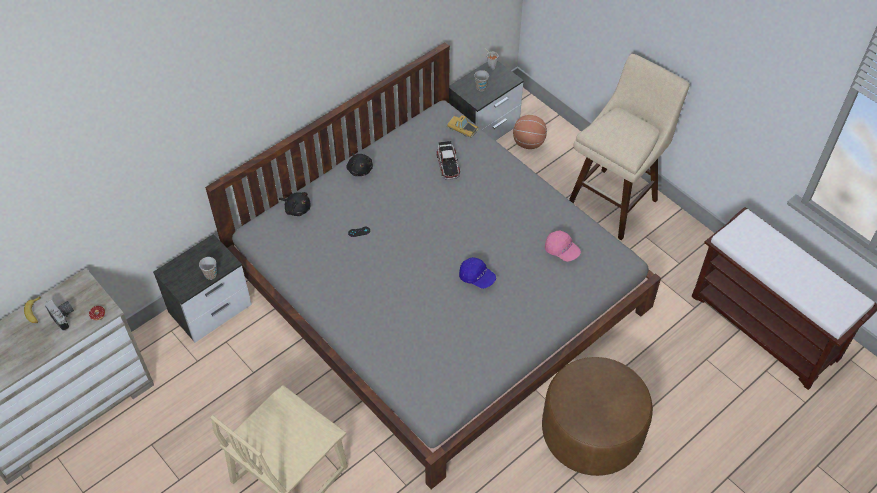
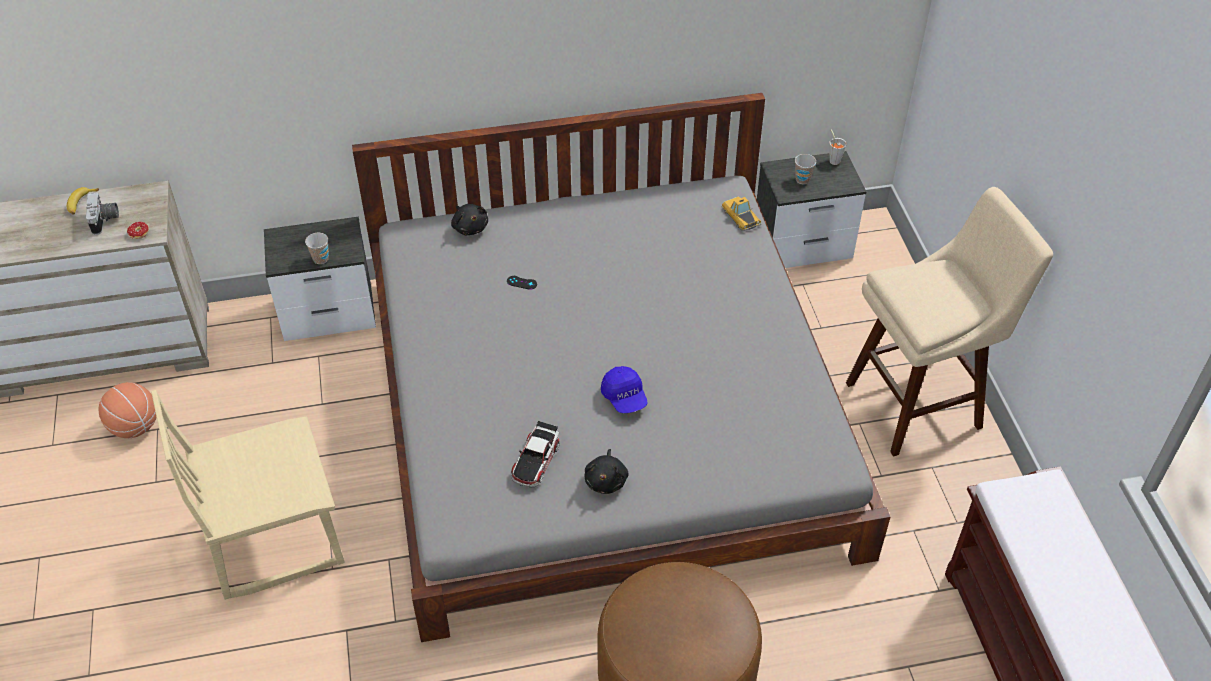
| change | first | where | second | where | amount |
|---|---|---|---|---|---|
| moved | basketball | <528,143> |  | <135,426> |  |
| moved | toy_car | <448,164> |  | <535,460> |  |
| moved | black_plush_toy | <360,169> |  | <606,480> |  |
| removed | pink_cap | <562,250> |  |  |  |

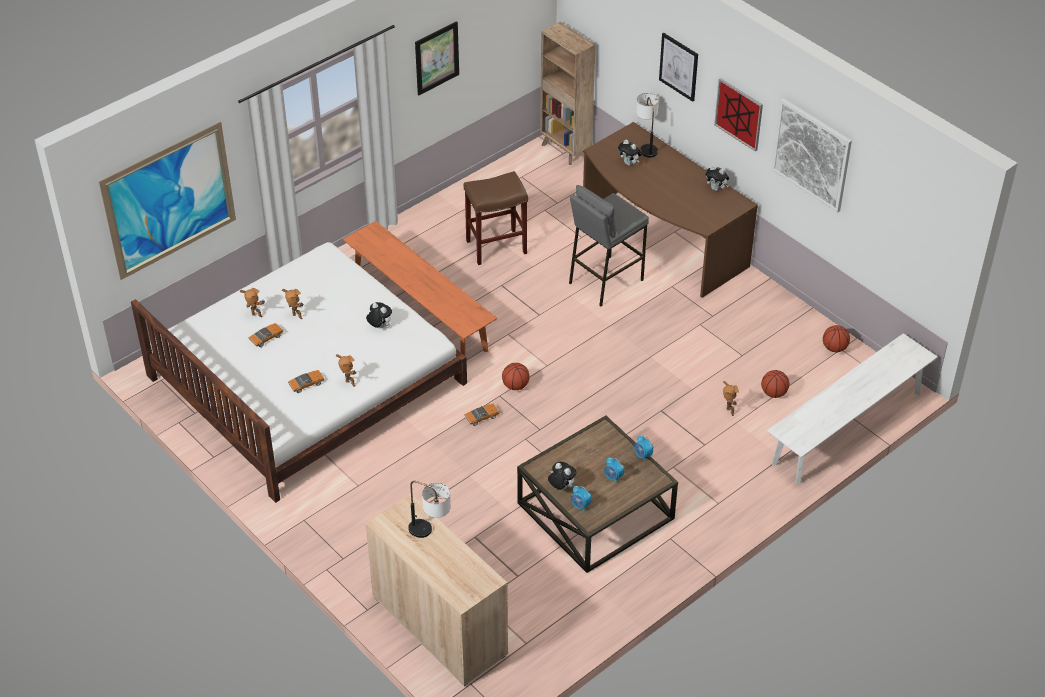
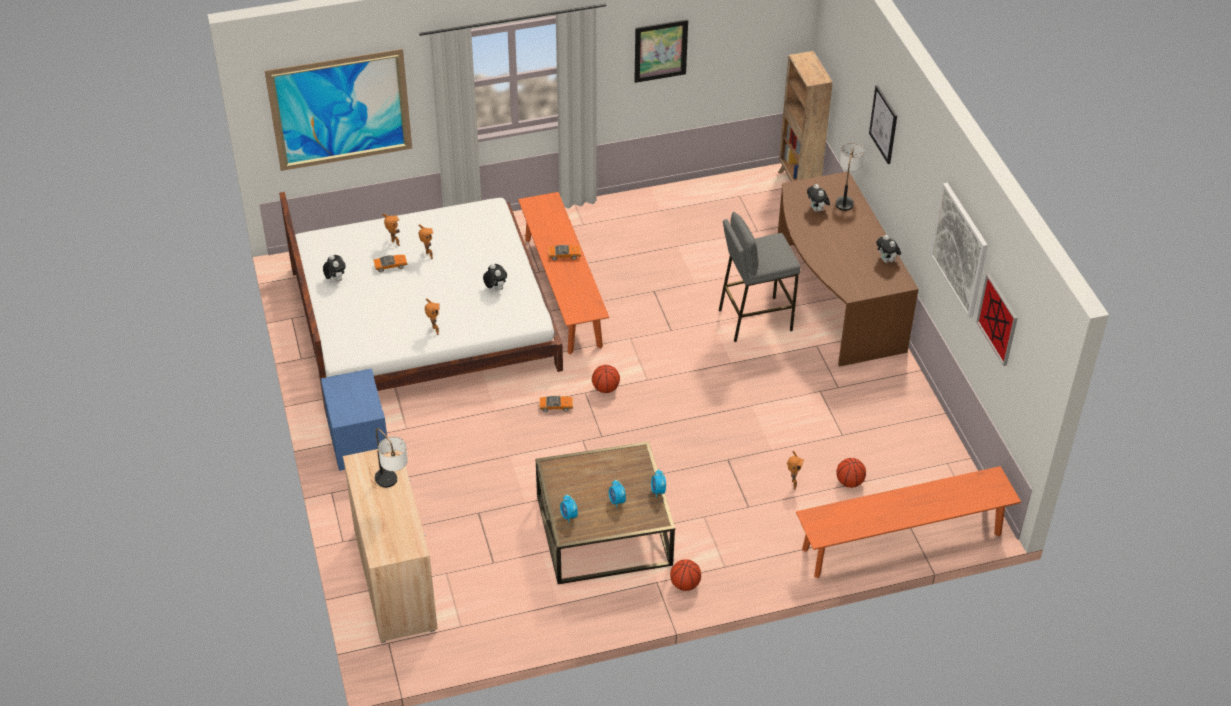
| change | first | where | second | where | amount |
|---|---|---|---|---|---|
| moved | picture | <739,114> |  | <998,319> |  |
| removed | brown_stool | <497,246> |  |  |  |
| moved | basketball | <834,348> |  | <685,584> |  |
| recoloured | white_bench | <847,428> | orange_bench | <902,542> |  |
| moved | toy_car | <306,384> |  | <564,255> |  |
| moved | plush_toy | <561,487> |  | <335,279> |  |
| added |  |  | blue_nightstand | <358,440> |  |

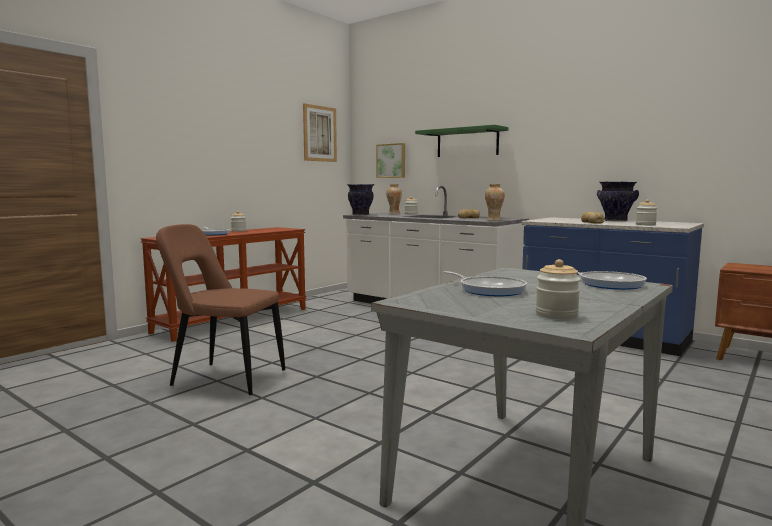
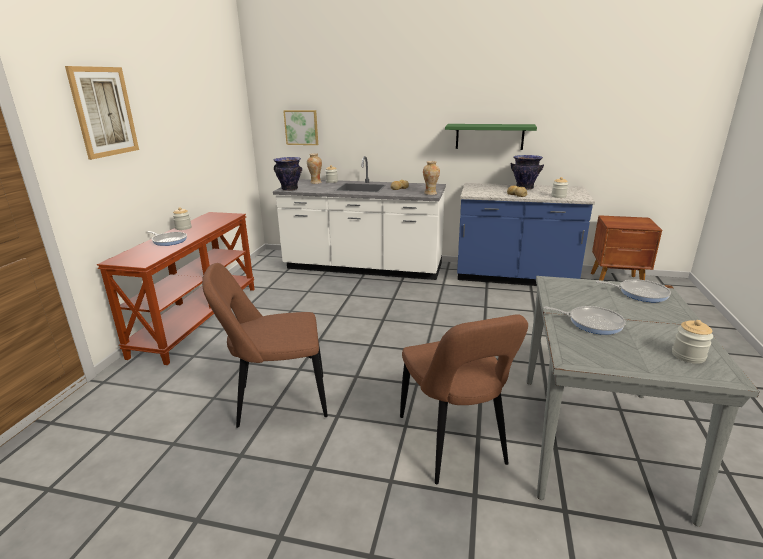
| change | first | where | second | where | amount |
|---|---|---|---|---|---|
| moved | picture | <319,133> |  | <104,112> |  |
| moved | green_shelf | <467,143> |  | <489,136> |  |
| added |  |  | brown_chair | <453,444> |  |

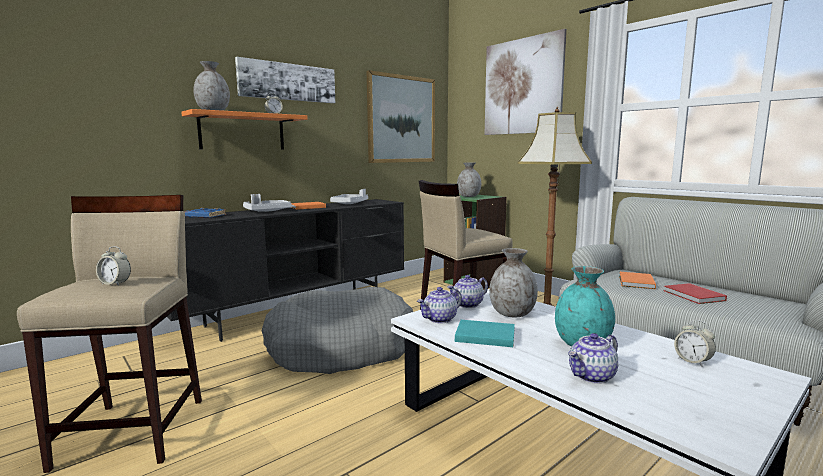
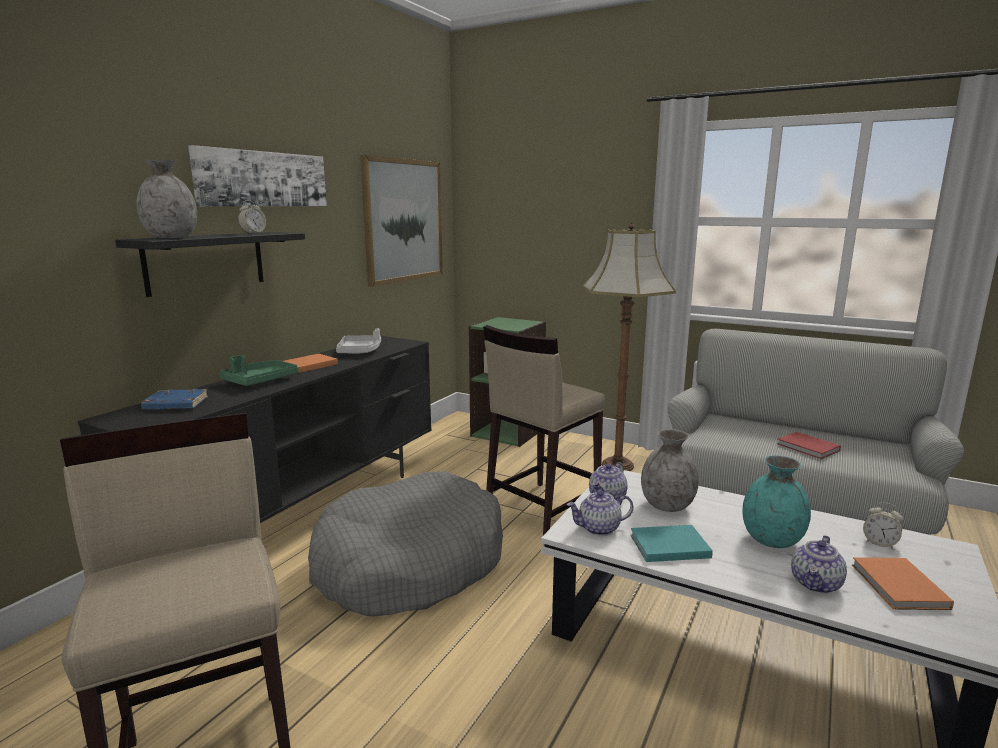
| change | first | where | second | where | amount |
|---|---|---|---|---|---|
| removed | picture | <522,87> |  |  |  |
| recoloured | orange_shelf | <242,132> | black_shelf | <206,262> |  |
| removed | grey_vase | <468,196> |  |  |  |
| recoloured | grey_tray | <267,211> | green_tray | <260,381> |  |
| removed | alarm_clock | <115,284> |  |  |  |
| moved | orange_book | <635,282> |  | <899,587> |  |
| turned | teapot | <440,319> |  | <599,529> | 45 degrees clockwise |

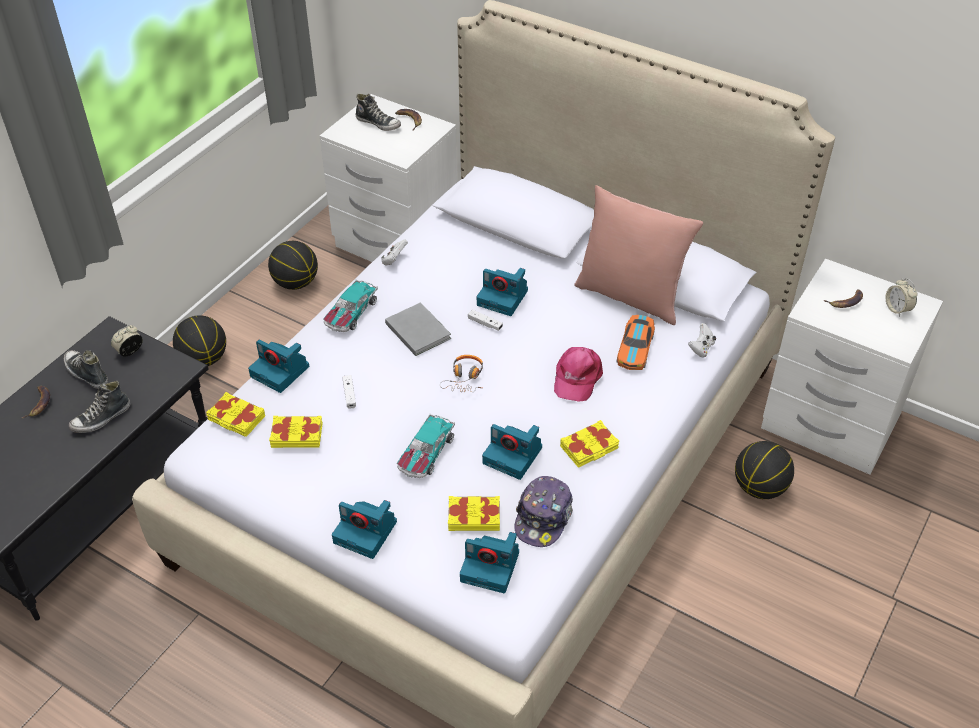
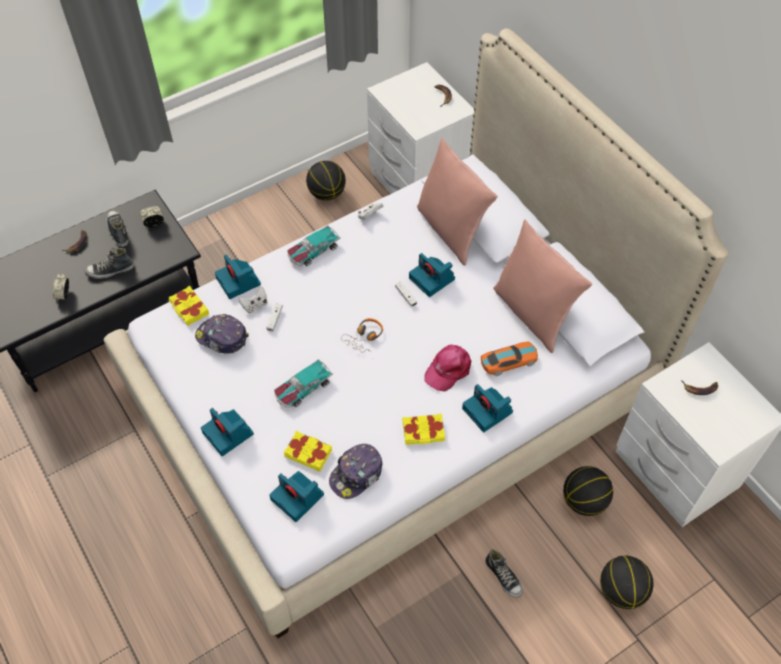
| change | first | where | second | where | amount |
|---|---|---|---|---|---|
| moved | shoe | <378,123> |  | <503,577> |  |
| moved | alarm_clock | <897,309> |  | <64,295> |  |
| removed | grey_book | <418,330> |  |  |  |
| moved | basketball | <203,359> |  | <621,591> |  |
| turned | toy_car | <635,348> |  | <508,361> | 150 degrees counterclockwise |
| moved | white_game_controller | <701,348> |  | <255,305> |  |
| replaced | yellow_book | <297,435> | cap | <222,338> |  |
| moved | photo_camera | <514,455> |  | <488,411> |  |
| added |  |  | pink_pillow | <451,230> |  |

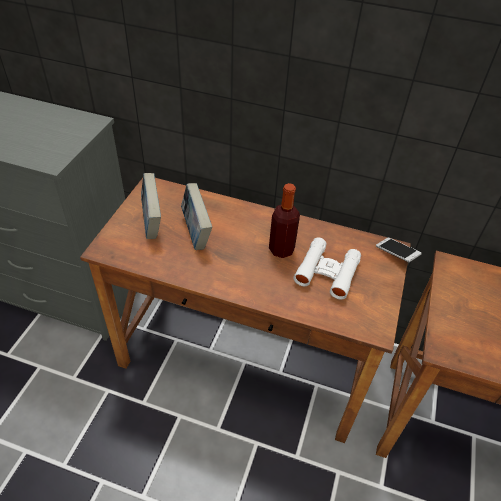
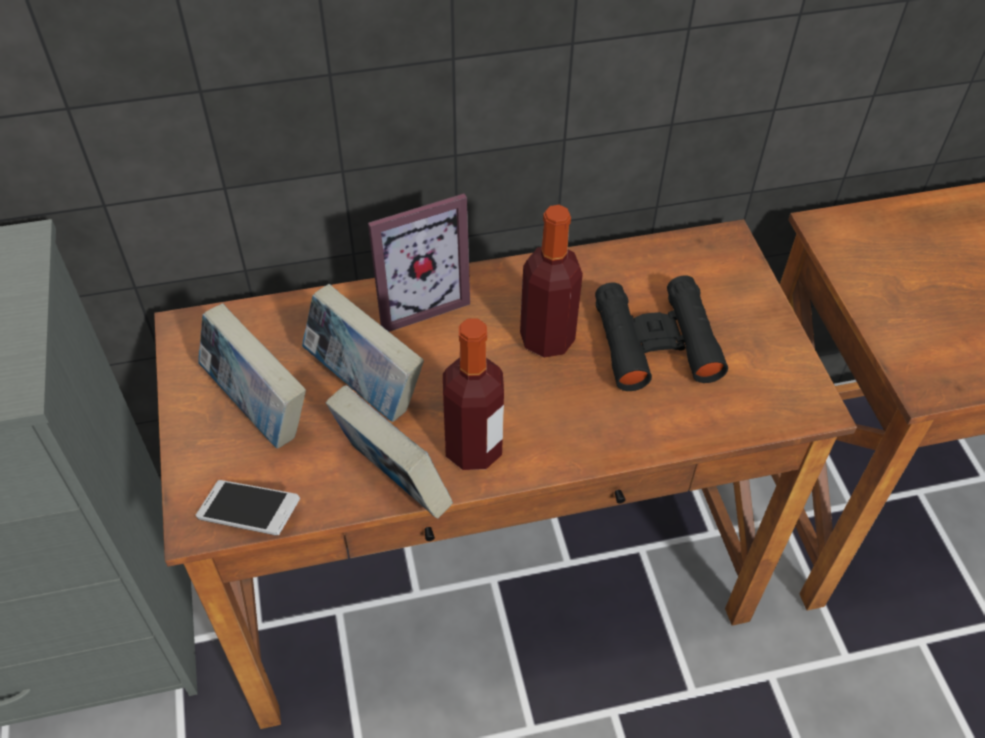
| change | first | where | second | where | amount |
|---|---|---|---|---|---|
| recoloured | white_binoculars | <327,272> | black_binoculars | <656,342> |  |
| moved | phone | <396,254> |  | <250,515> |  |
| added |  |  | picture_frame | <416,300> |  |
| added |  |  | bottle | <473,449> |  |
| added |  |  | book | <392,481> |  |

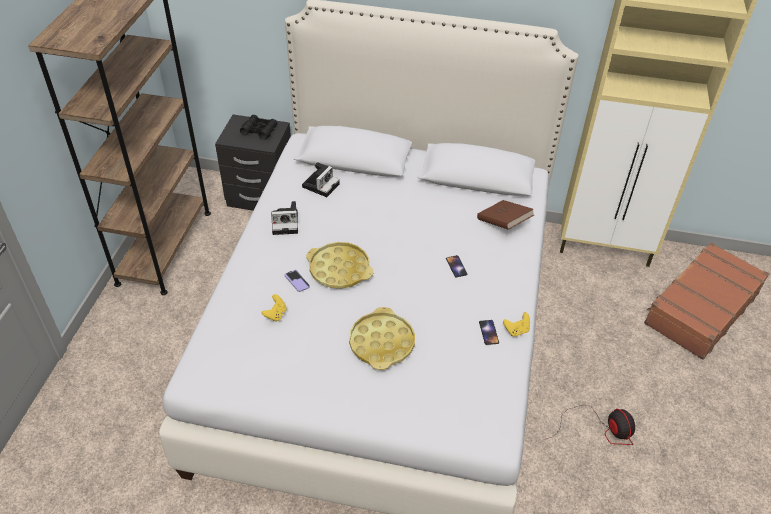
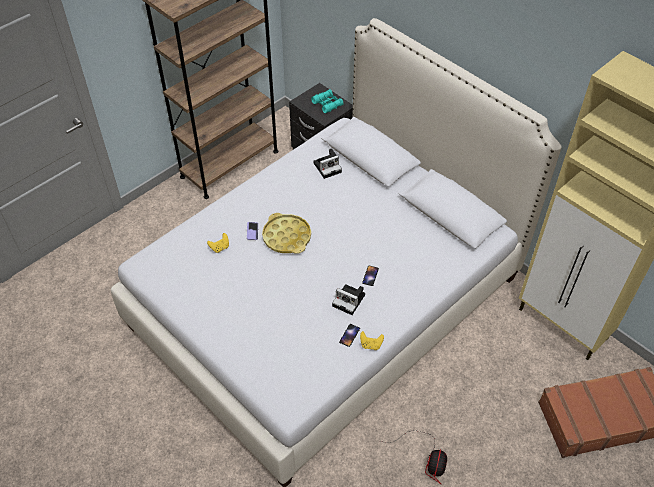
| change | first | where | second | where | amount |
|---|---|---|---|---|---|
| recoloured | black_binoculars | <259,131> | turquoise_binoculars | <327,104> |  |
| removed | brown_book | <503,223> |  |  |  |
| moved | photo_camera | <286,223> |  | <350,300> |  |
| removed | yellow_tray | <382,343> |  |  |  |

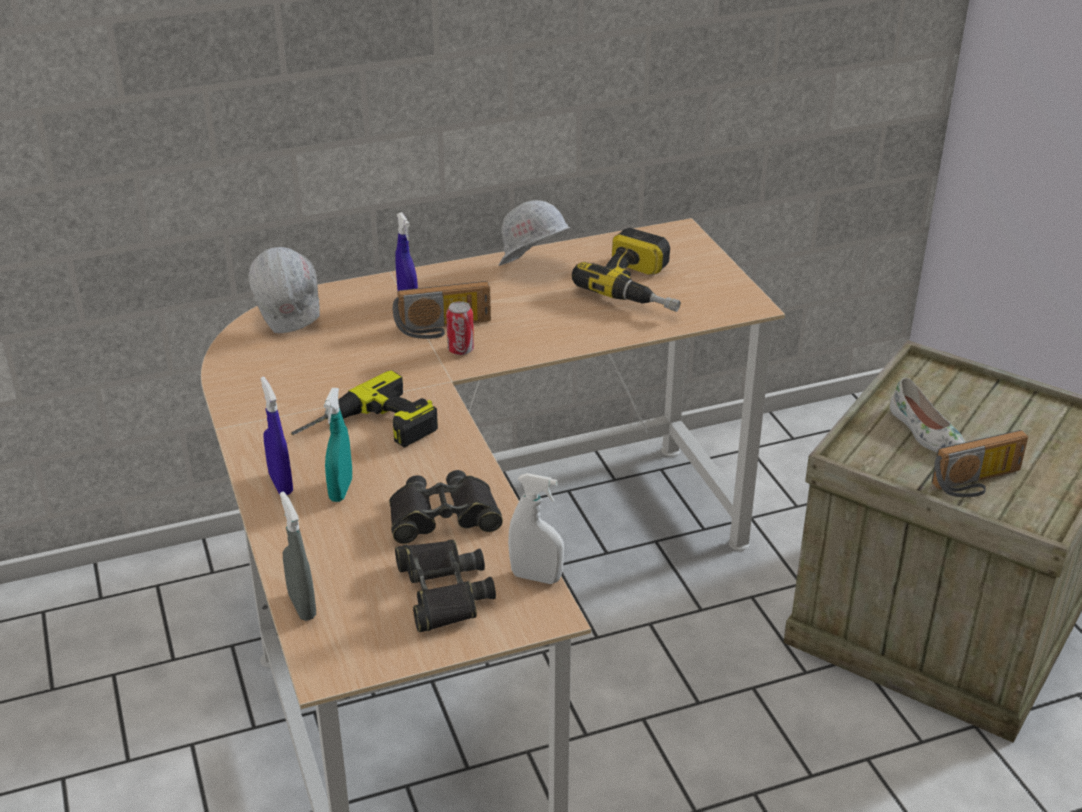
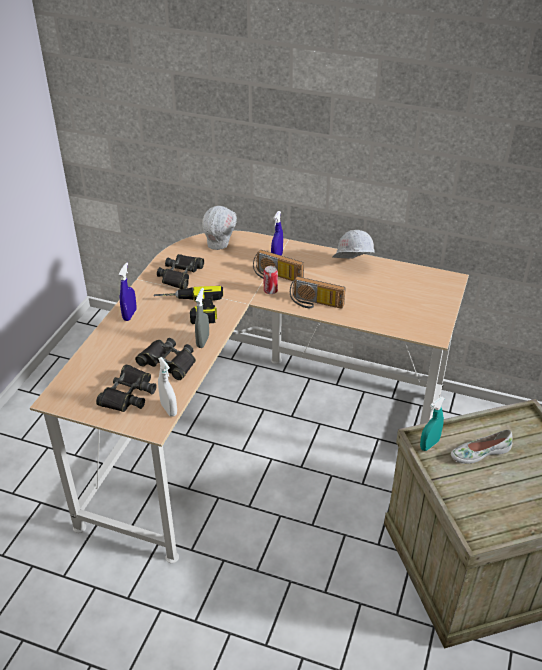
| change | first | where | second | where | amount |
|---|---|---|---|---|---|
| removed | power_drill | <642,287> |  |  |  |
| turned | white_shoe | <925,432> |  | <479,452> | 60 degrees clockwise |
| moved | turquoise_spray_bottle | <341,490> |  | <429,444> |  |
| moved | radio | <978,483> |  | <315,304> |  |
| moved | grey_spray_bottle | <302,606> |  | <203,341> |  |
| added |  |  | black_binoculars | <180,275> |  |

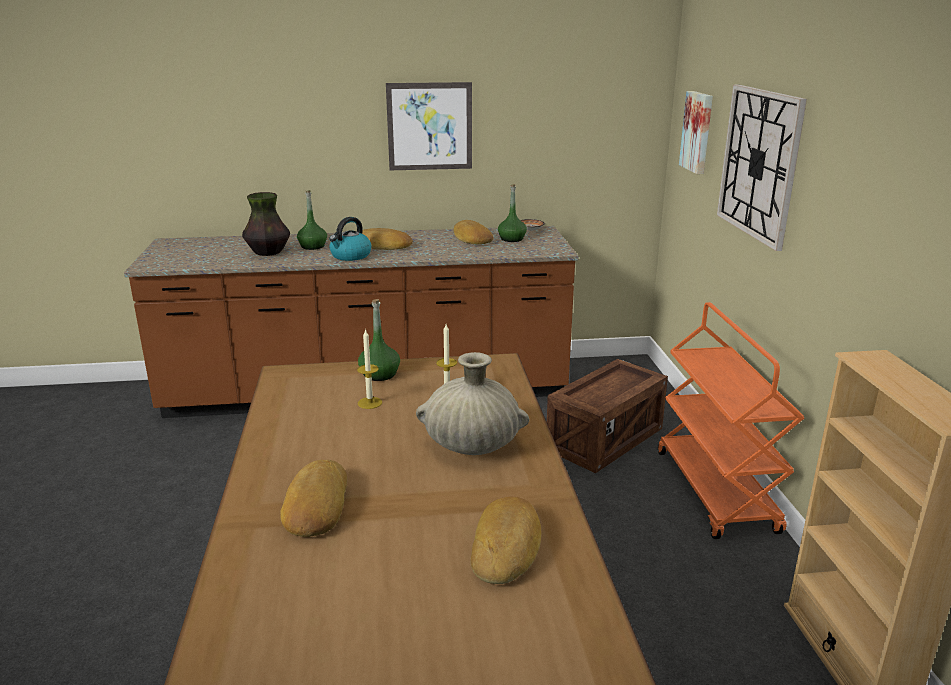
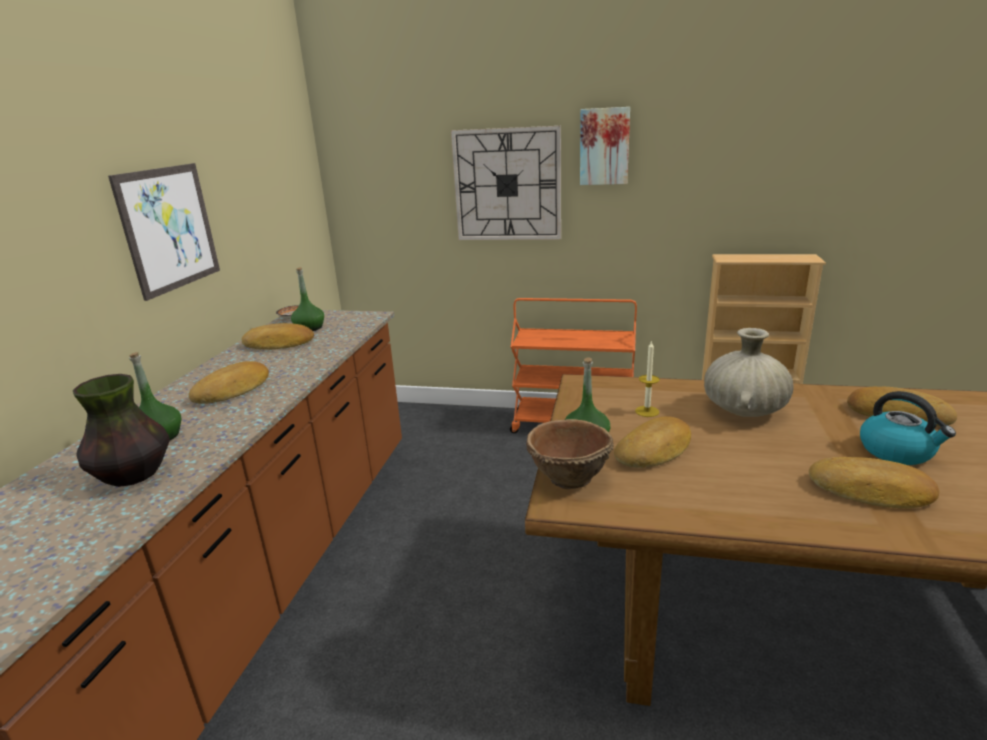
| change | first | where | second | where | amount |
|---|---|---|---|---|---|
| moved | picture | <698,132> |  | <604,146> |  |
| moved | kettle | <350,256> |  | <897,451> |  |
| replaced | candle | <370,403> | bread | <655,450> |  |
| removed | crate | <605,440> |  |  |  |
| added |  |  | brown_bowl | <568,478> |  |

